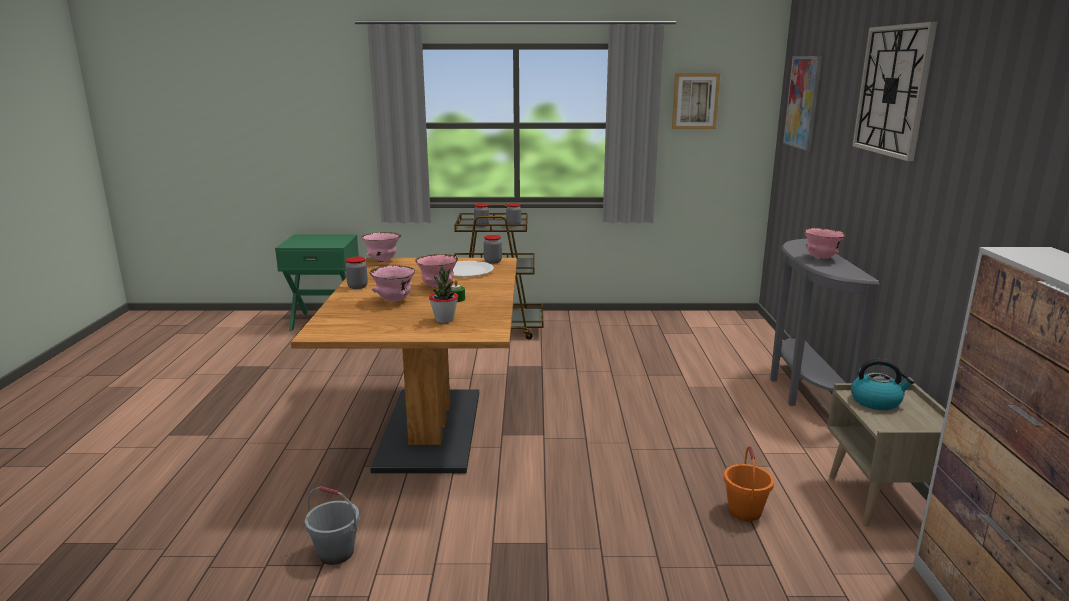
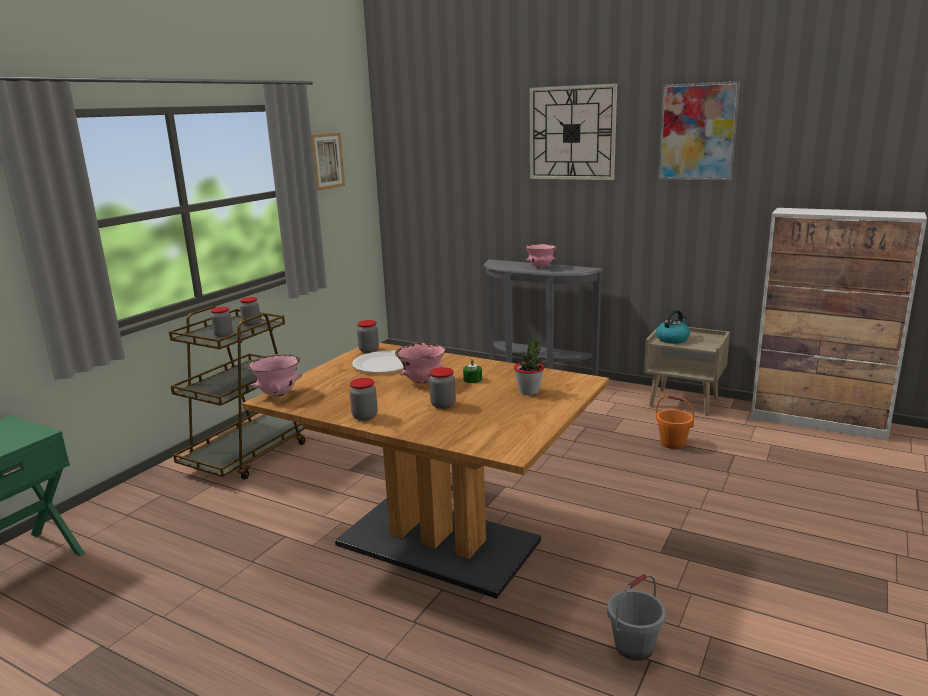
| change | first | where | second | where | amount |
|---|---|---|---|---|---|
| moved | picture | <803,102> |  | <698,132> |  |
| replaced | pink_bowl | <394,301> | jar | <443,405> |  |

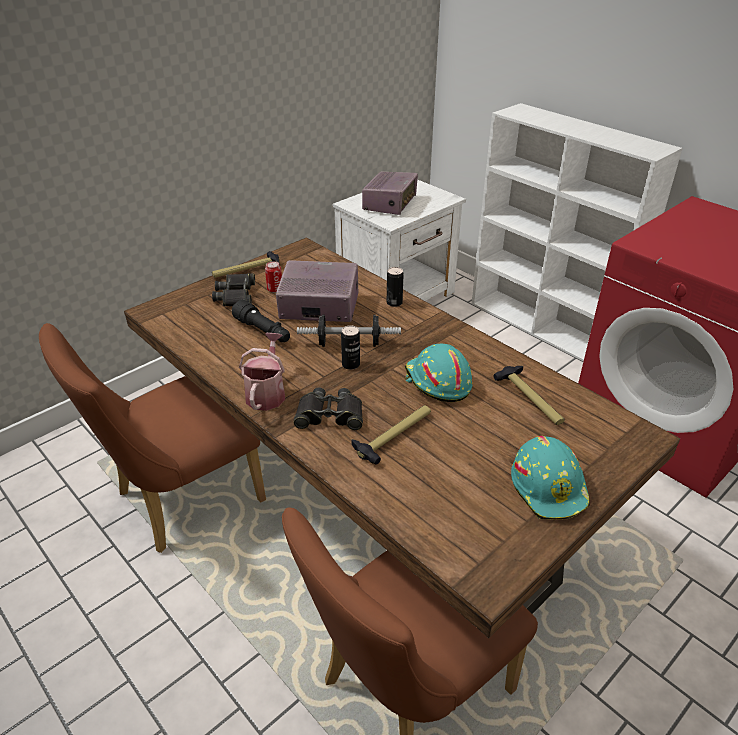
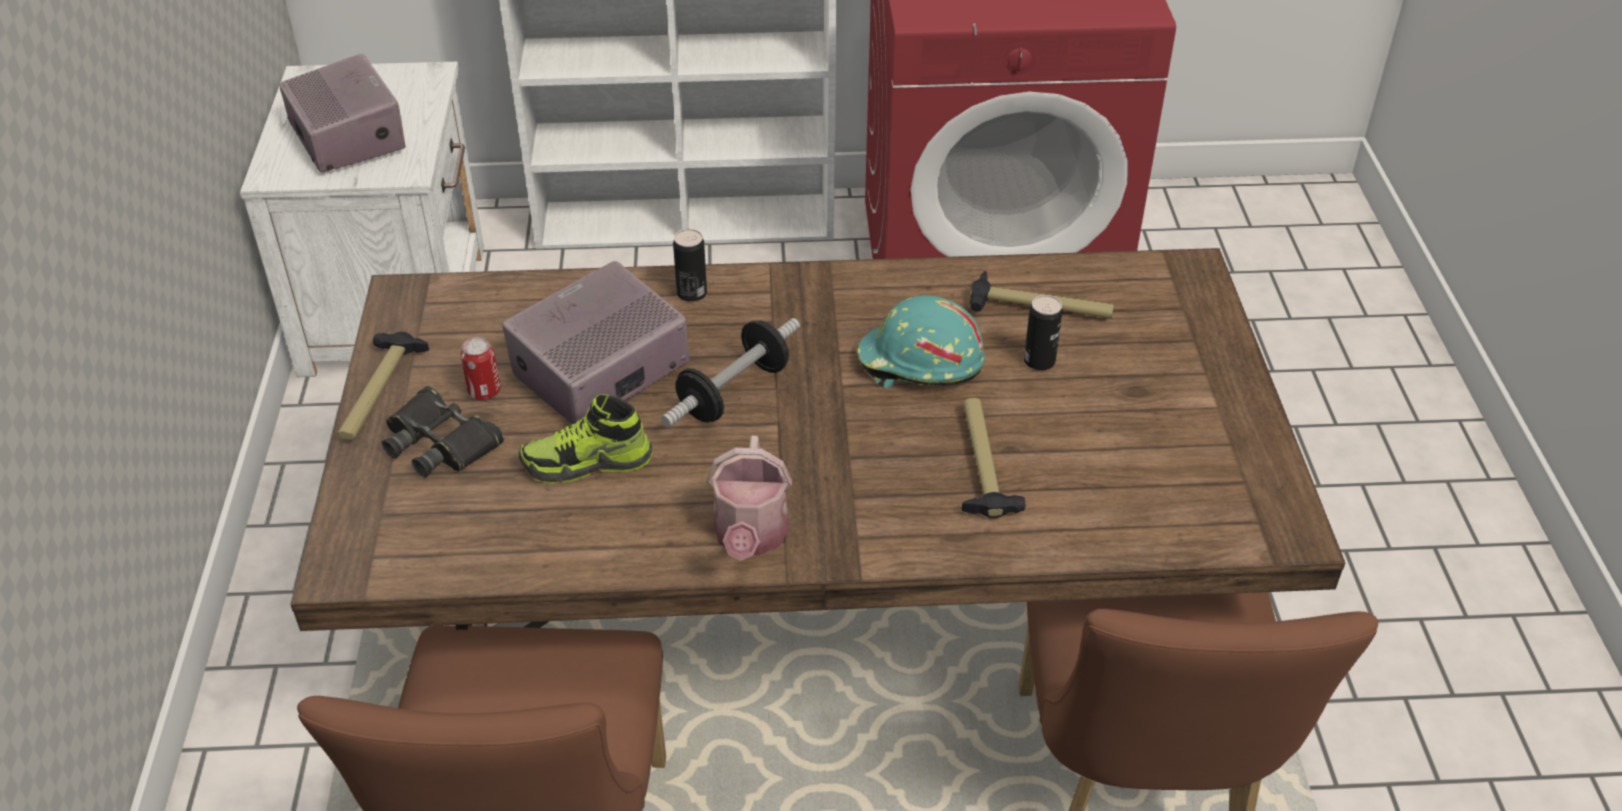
| change | first | where | second | where | amount |
|---|---|---|---|---|---|
| replaced | black_flashlight | <263,331> | shoe | <587,463> |  |
| moved | can | <351,364> |  | <1039,361> |  |
| turned | watering_can | <267,392> |  | <750,537> | 135 degrees counterclockwise |
| removed | black_binoculars | <329,415> |  |  |  |
| removed | turquoise_hard_hat | <549,487> |  |  |  |

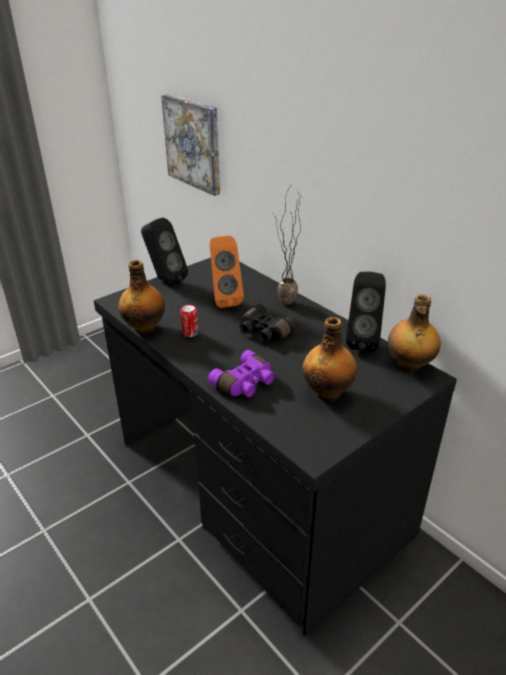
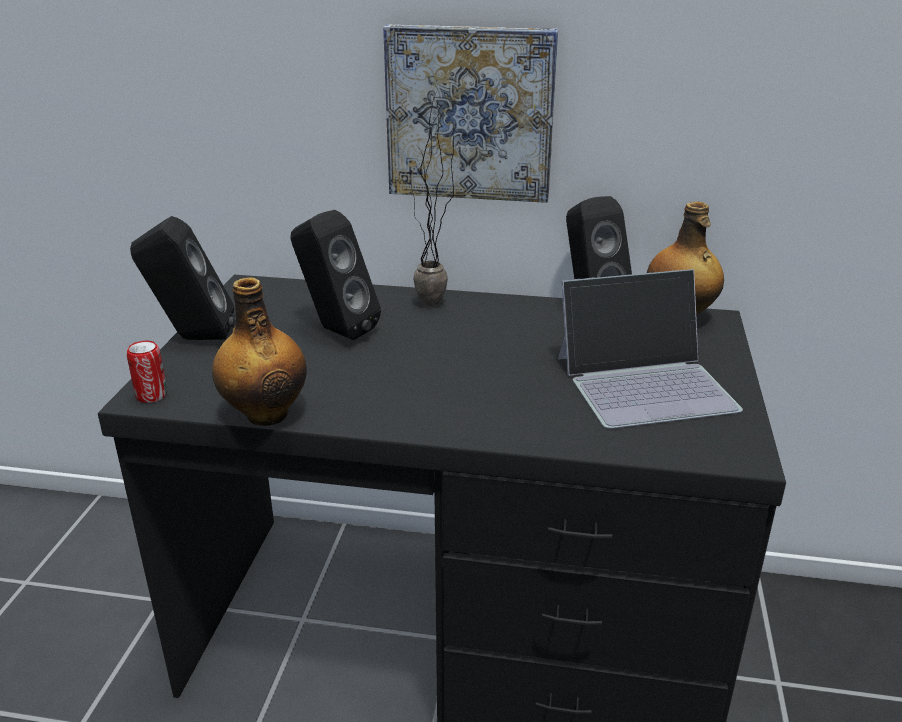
| change | first | where | second | where | amount |
|---|---|---|---|---|---|
| moved | picture | <193,143> |  | <470,114> |  |
| recoloured | orange_speaker | <224,300> | black_speaker | <335,331> |  |
| removed | black_binoculars | <264,332> |  |  |  |
| moved | can | <190,333> |  | <151,395> |  |
| replaced | bottle | <328,393> | laptop | <646,382> |  |
| removed | purple_binoculars | <245,384> |  |  |  |

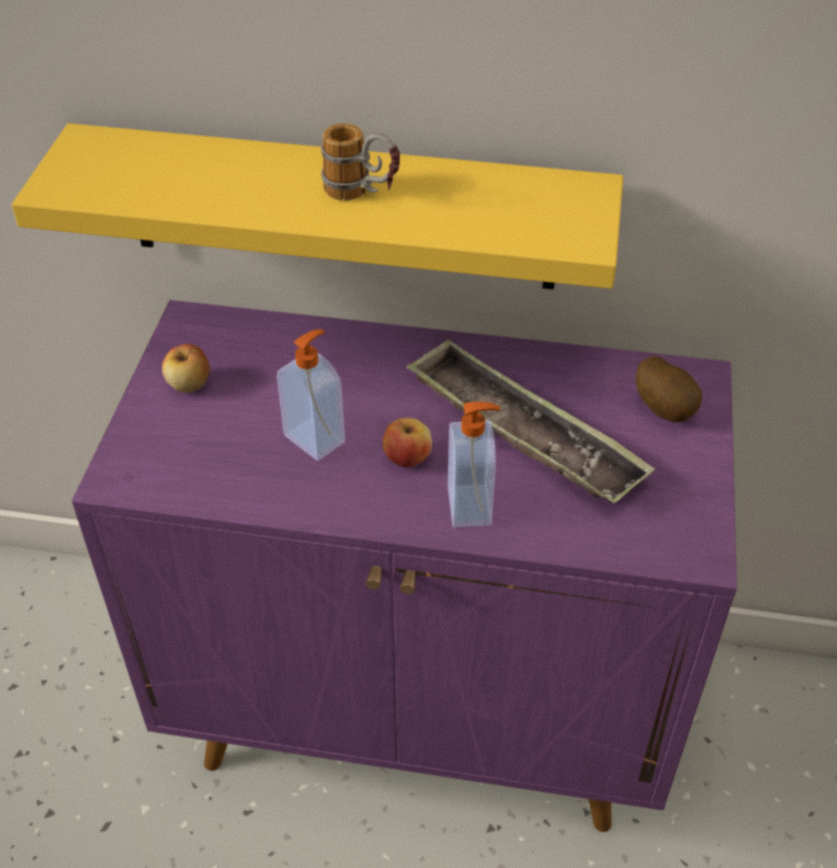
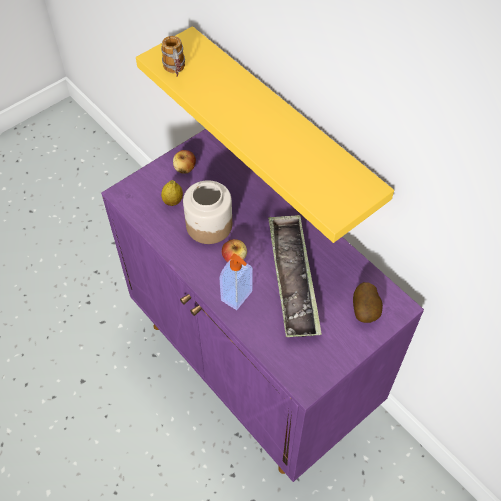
| change | first | where | second | where | amount |
|---|---|---|---|---|---|
| moved | mug | <363,195> |  | <176,73> |  |
| replaced | soap_dispenser | <316,438> | jar | <208,225> |  |
| added |  |  | lemon | <173,201> |  |

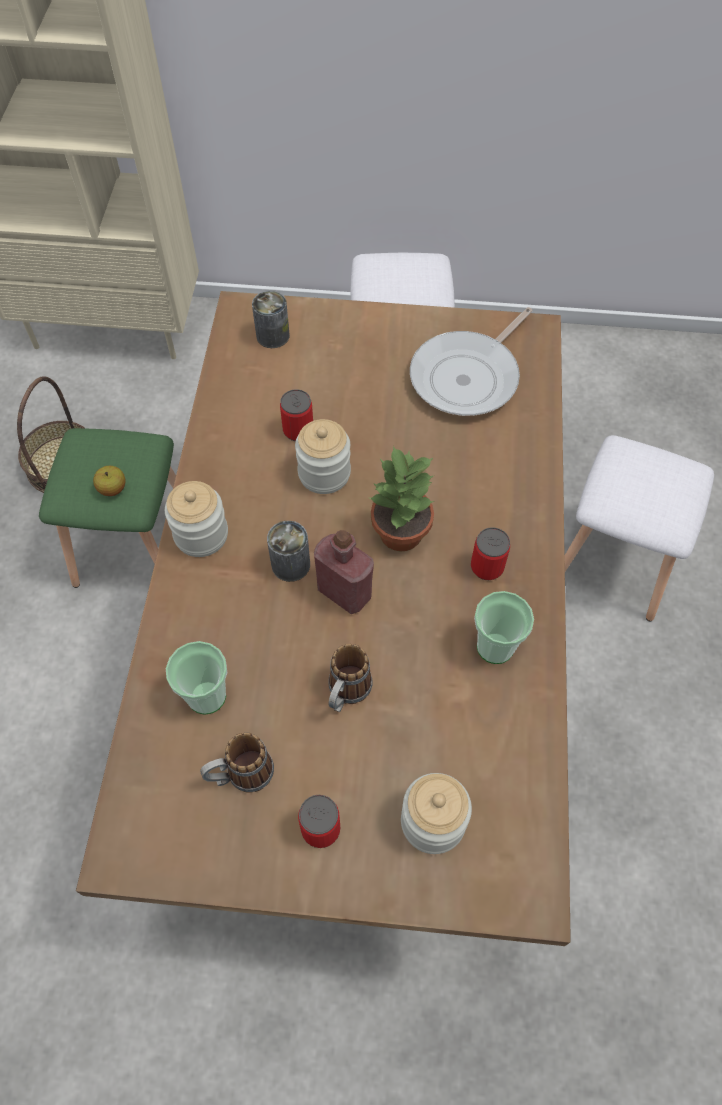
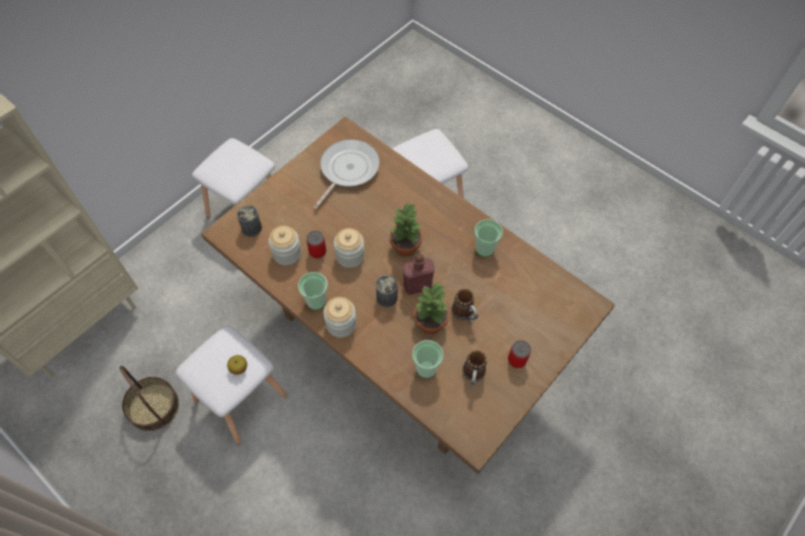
| change | first | where | second | where | amount |
|---|---|---|---|---|---|
| turned | frying_pan | <468,377> |  | <347,170> | 135 degrees counterclockwise |
| recoloured | green_stool | <134,544> | white_stool | <239,398> |  |
| removed | can | <487,567> |  |  |  |
| moved | jar | <433,822> |  | <287,253> |  |
| added |  |  | cup | <316,301> |  |
| added |  |  | potted_plant | <431,324> |  |

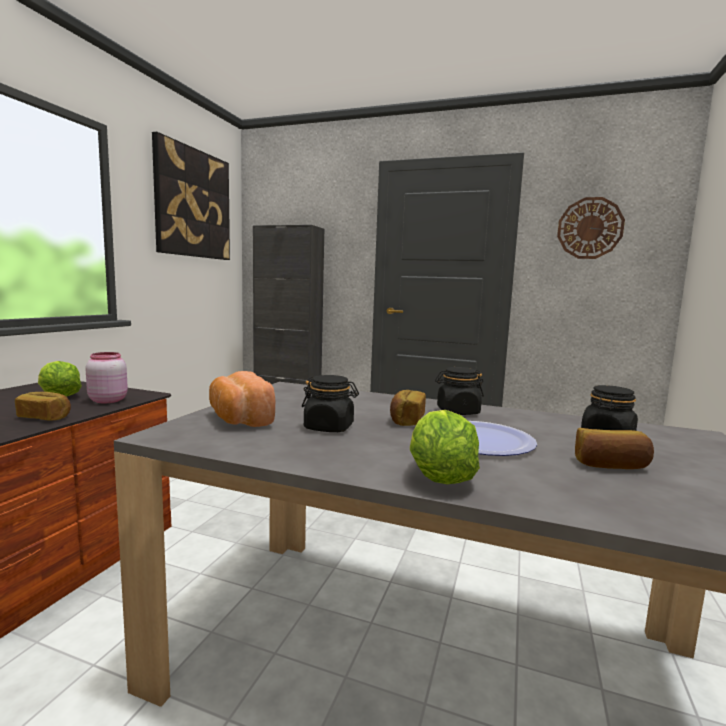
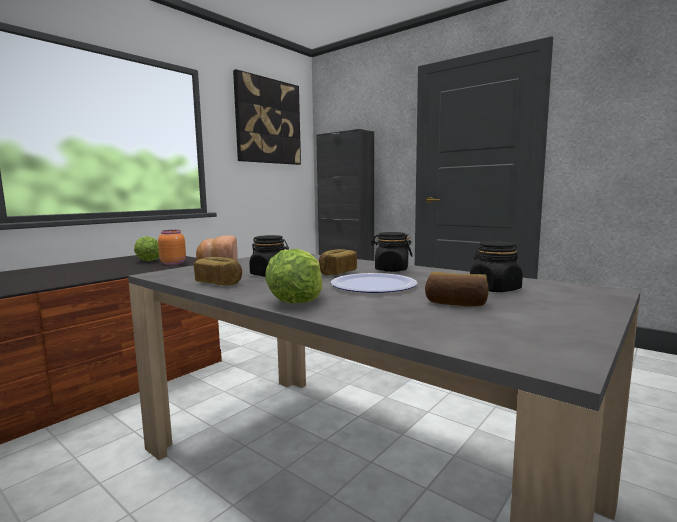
| change | first | where | second | where | amount |
|---|---|---|---|---|---|
| removed | wall_clock | <590,228> |  |  |  |
| recoloured | pink_jar | <108,400> | orange_jar | <173,263> |  |
| moved | bread | <45,417> |  | <219,283> |  |

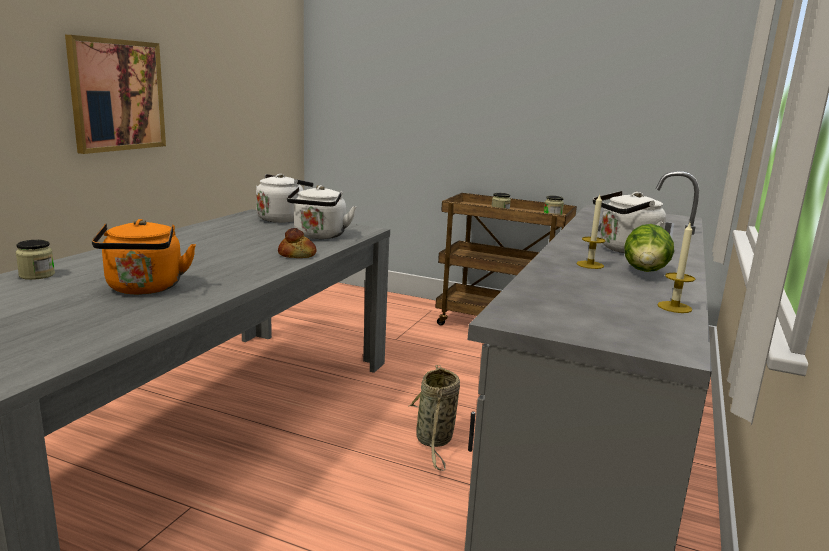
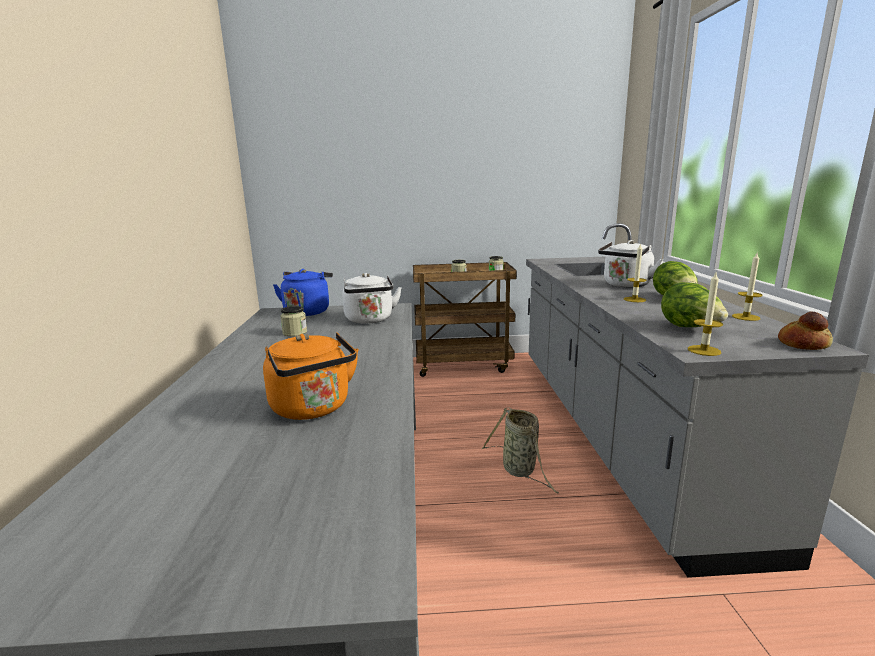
| change | first | where | second | where | amount |
|---|---|---|---|---|---|
| removed | picture | <117,95> |  |  |  |
| recoloured | white_kettle | <282,219> | blue_kettle | <307,311> |  |
| moved | bread | <297,255> |  | <802,344> |  |
| moved | jar | <37,275> |  | <295,333> |  |
| added |  |  | candle | <704,350> |  |
| added |  |  | lettuce | <690,328> |  |

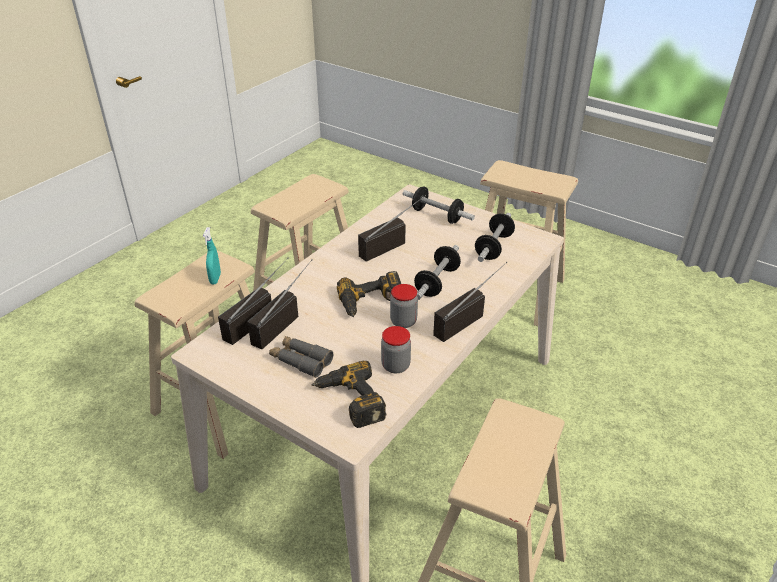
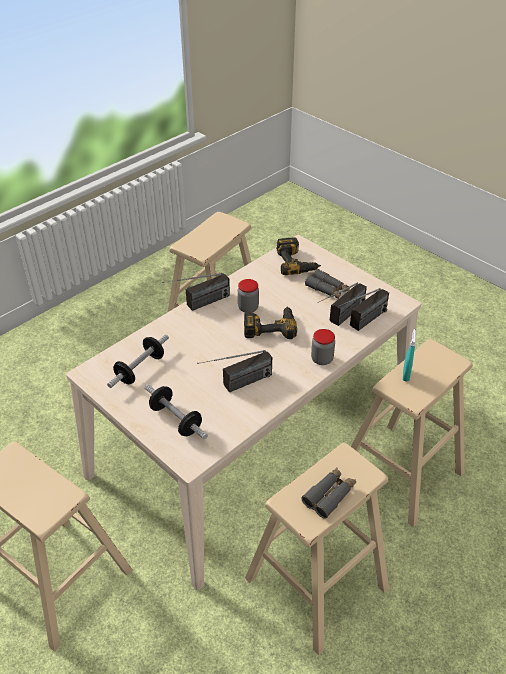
| change | first | where | second | where | amount |
|---|---|---|---|---|---|
| removed | dumbbell | <437,282> |  |  |  |
| moved | jar | <395,366> |  | <322,359> |  |
| added |  |  | grey_binoculars | <329,495> |  |

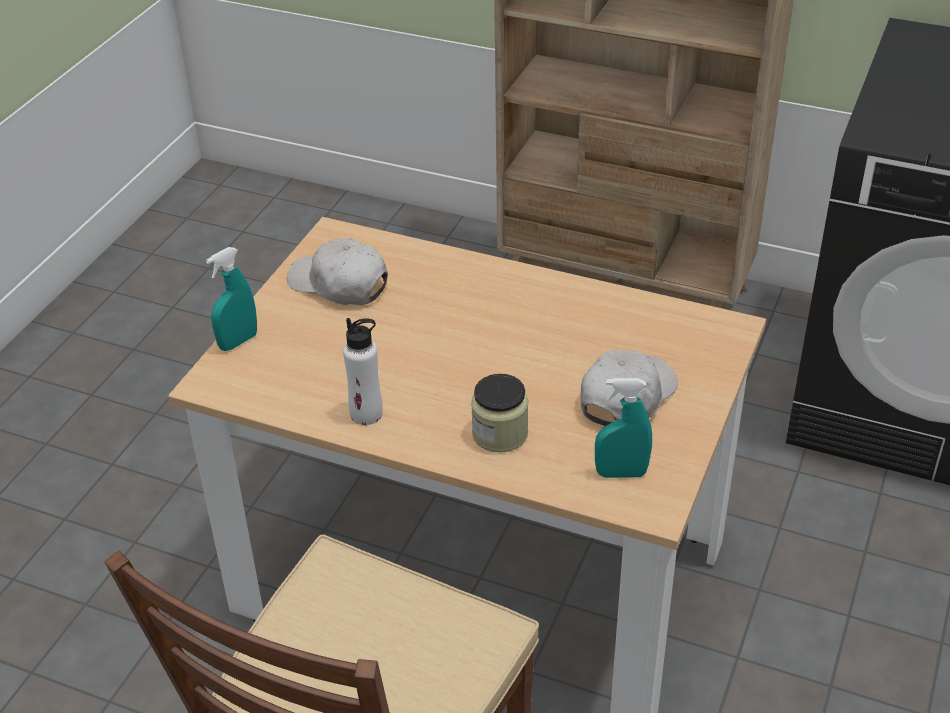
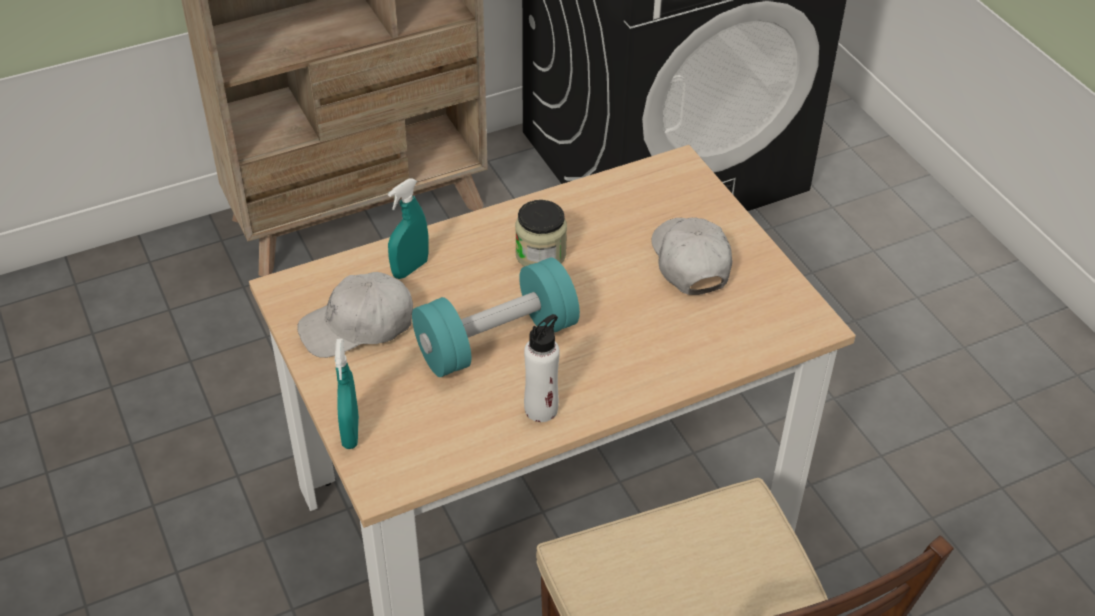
| change | first | where | second | where | amount |
|---|---|---|---|---|---|
| moved | jar | <500,434> |  | <540,254> |  |
| moved | turquoise_spray_bottle | <621,473> |  | <410,268> |  |
| added |  |  | turquoise_dumbbell | <496,341> |  |

